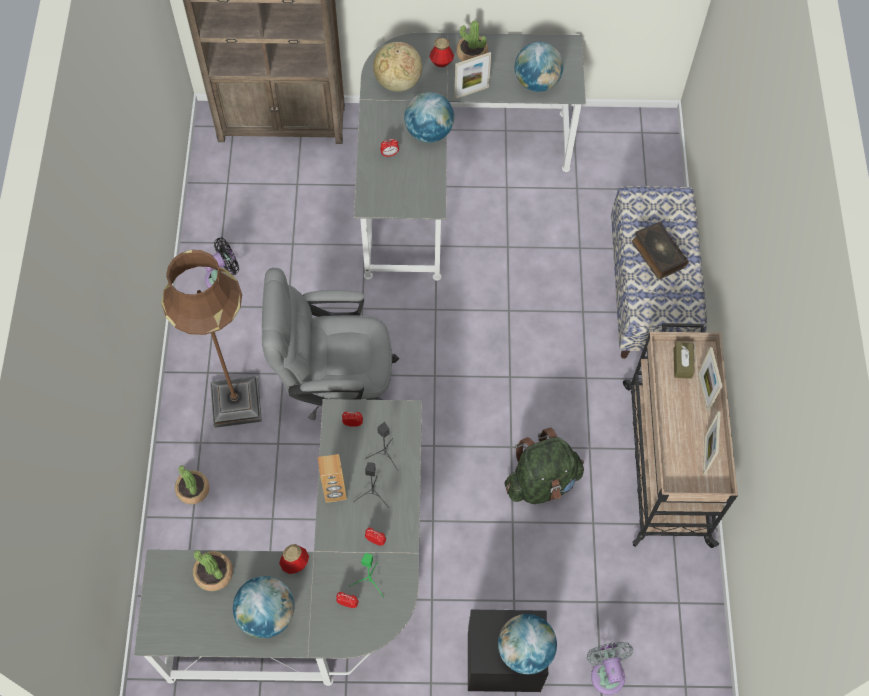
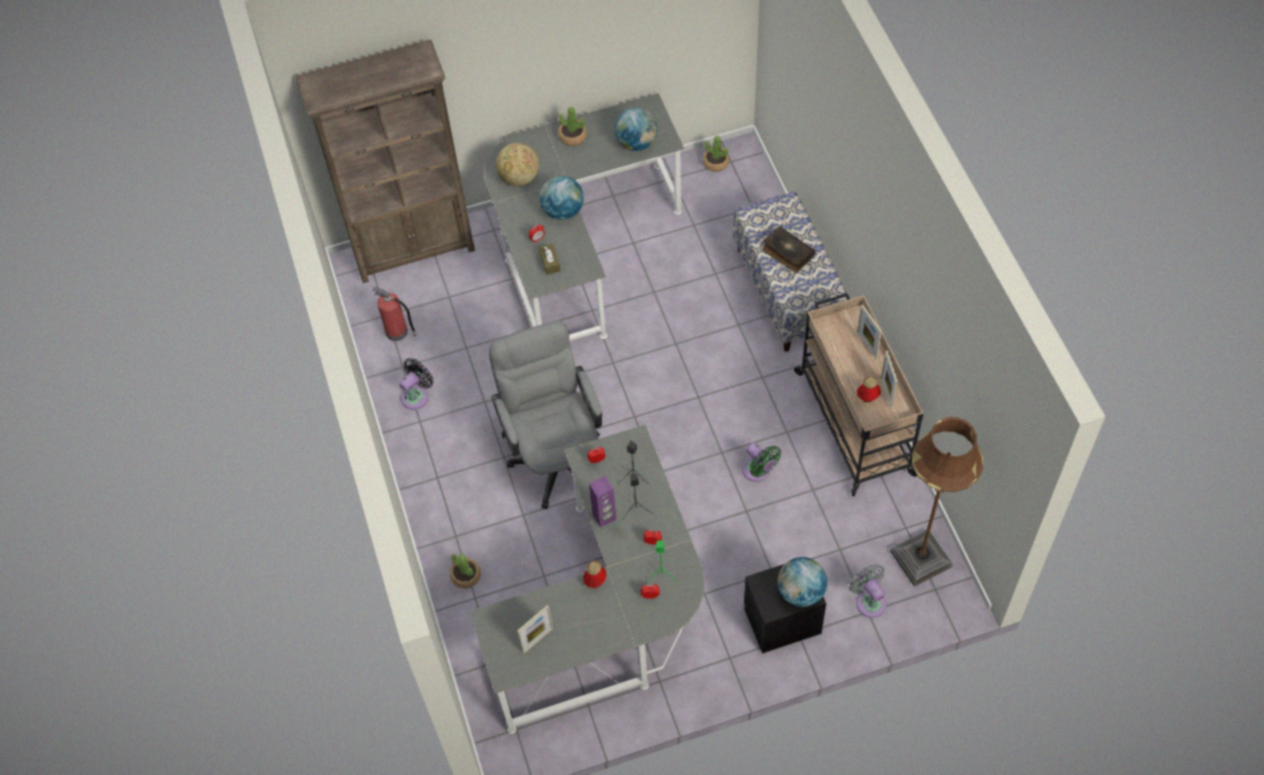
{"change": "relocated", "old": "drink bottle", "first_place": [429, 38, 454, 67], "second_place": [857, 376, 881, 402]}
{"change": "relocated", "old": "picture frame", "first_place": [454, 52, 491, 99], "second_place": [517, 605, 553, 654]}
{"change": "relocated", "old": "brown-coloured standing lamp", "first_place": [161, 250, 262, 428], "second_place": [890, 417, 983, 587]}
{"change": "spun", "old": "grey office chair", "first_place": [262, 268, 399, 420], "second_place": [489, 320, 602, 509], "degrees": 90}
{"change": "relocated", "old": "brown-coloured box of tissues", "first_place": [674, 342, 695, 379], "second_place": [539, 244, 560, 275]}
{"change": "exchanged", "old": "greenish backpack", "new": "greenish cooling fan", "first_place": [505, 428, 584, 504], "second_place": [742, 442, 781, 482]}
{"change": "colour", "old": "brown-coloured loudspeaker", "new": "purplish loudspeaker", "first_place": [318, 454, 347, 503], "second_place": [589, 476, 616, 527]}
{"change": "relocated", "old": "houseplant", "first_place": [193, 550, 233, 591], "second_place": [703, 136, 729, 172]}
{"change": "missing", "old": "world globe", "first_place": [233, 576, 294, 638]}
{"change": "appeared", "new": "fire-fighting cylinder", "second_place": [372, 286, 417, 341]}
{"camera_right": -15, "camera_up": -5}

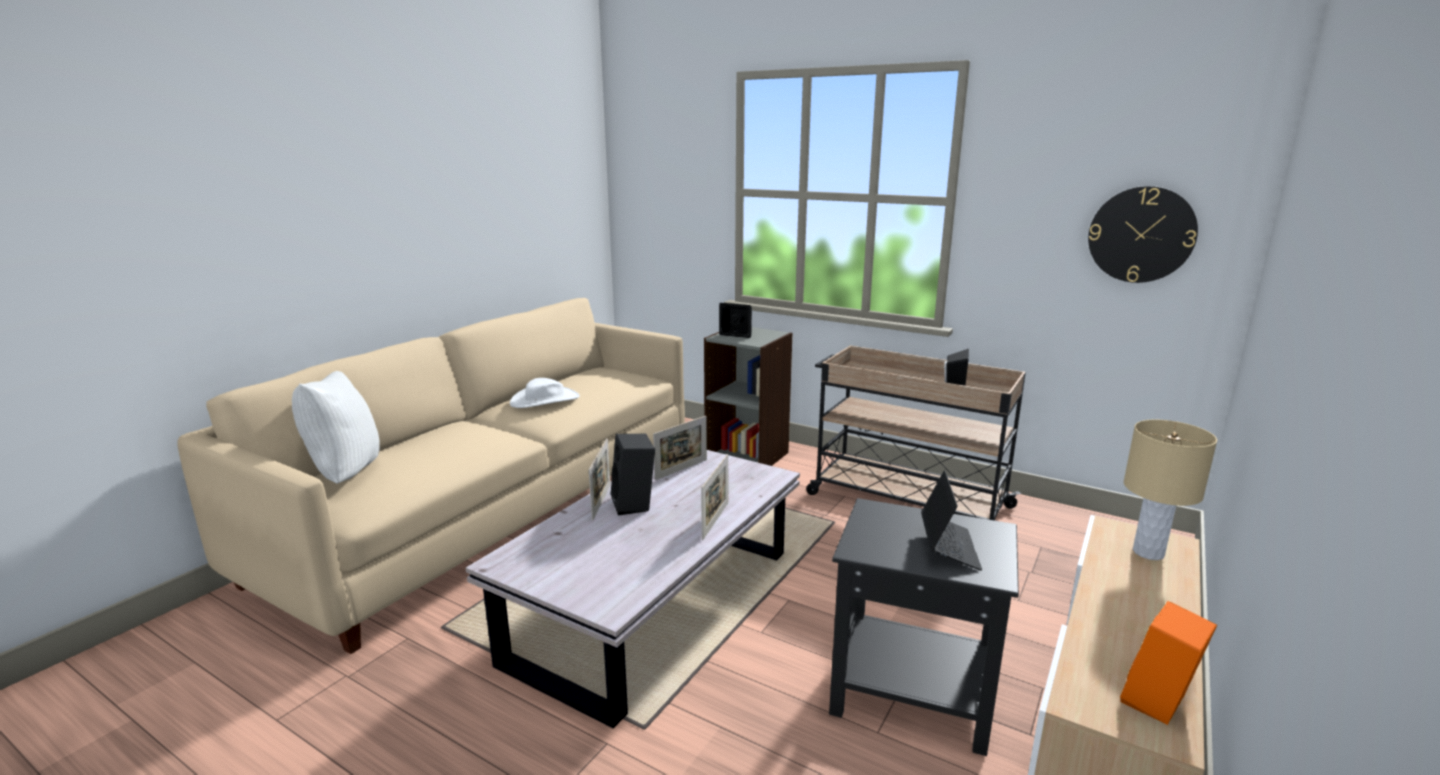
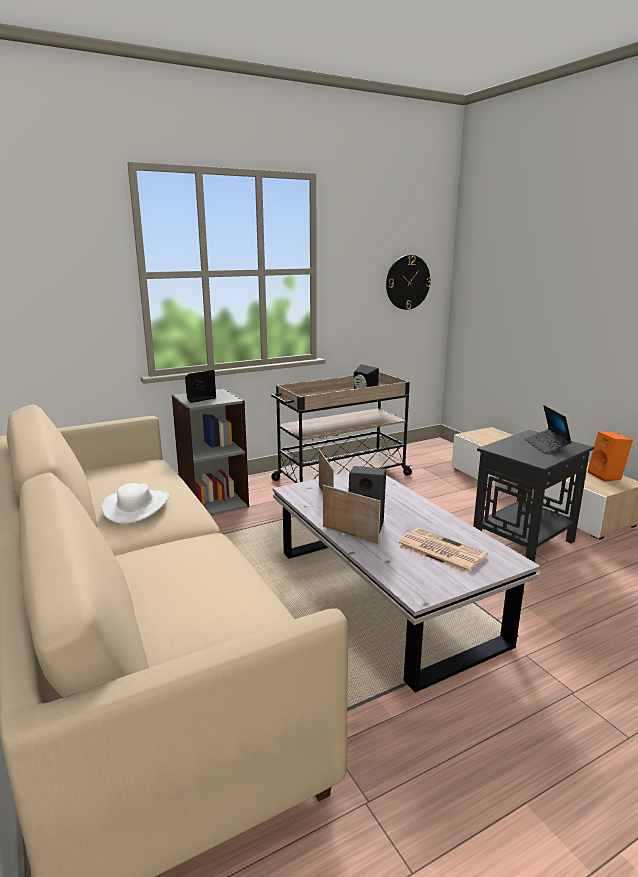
{"change": "missing", "old": "whitish throw pillow", "first_place": [292, 371, 380, 484]}
{"change": "missing", "old": "sand-coloured lamp for a table", "first_place": [1124, 420, 1217, 560]}
{"change": "missing", "old": "picture frame", "first_place": [701, 454, 728, 540]}
{"change": "spun", "old": "laptop", "first_place": [921, 470, 982, 571], "second_place": [524, 405, 572, 454], "degrees": -135}
{"change": "appeared", "new": "printed paper", "second_place": [397, 528, 488, 574]}
{"camera_right": -60, "camera_up": 0}

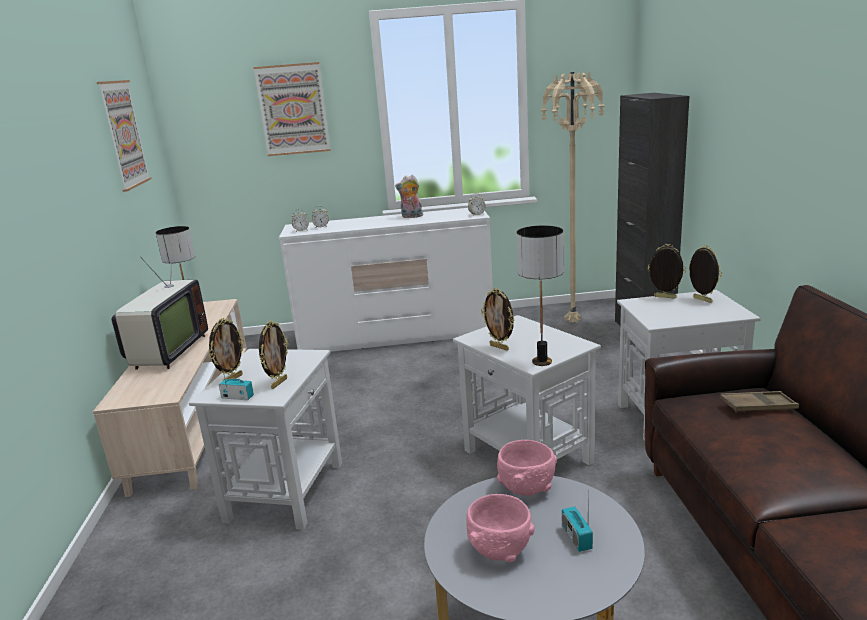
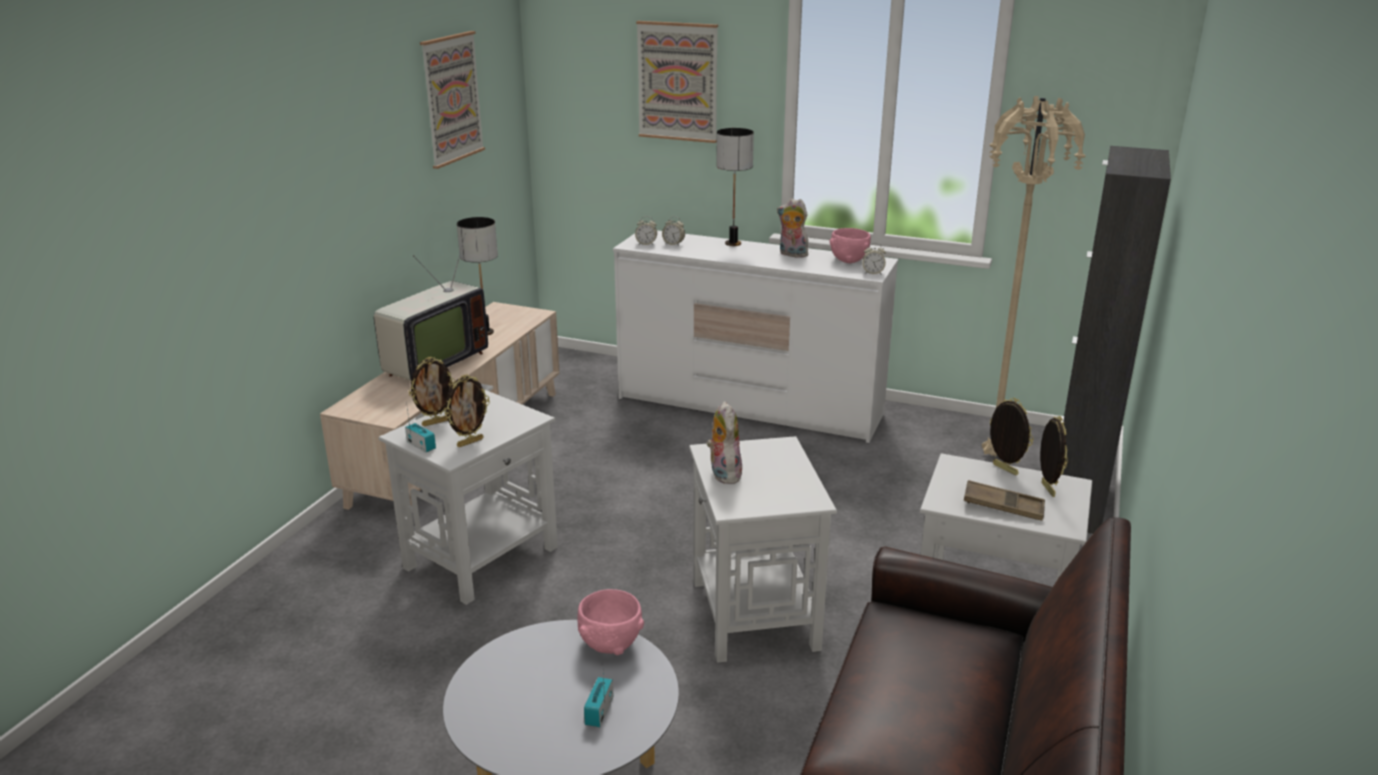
{"change": "relocated", "old": "lamp for a table", "first_place": [517, 226, 564, 366], "second_place": [716, 128, 754, 246]}
{"change": "exchanged", "old": "picture frame", "new": "soft toy", "first_place": [481, 288, 515, 350], "second_place": [706, 401, 742, 484]}
{"change": "relocated", "old": "brown-coloured serving tray", "first_place": [720, 391, 799, 413], "second_place": [964, 480, 1045, 521]}
{"change": "relocated", "old": "pinkish bowl", "first_place": [466, 494, 535, 563], "second_place": [829, 228, 871, 263]}
{"camera_right": 25, "camera_up": 5}

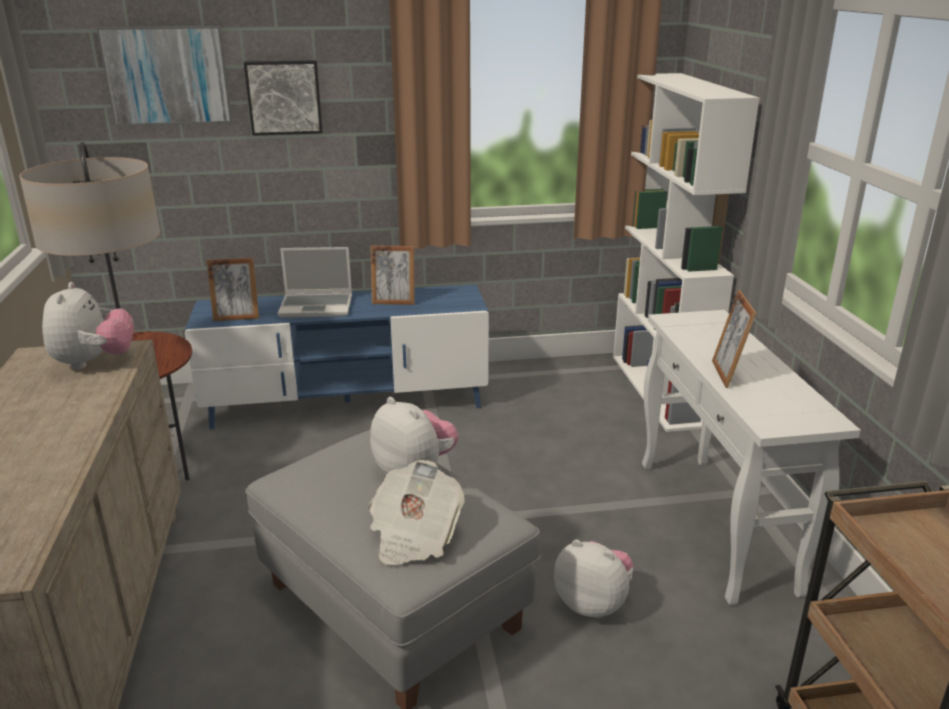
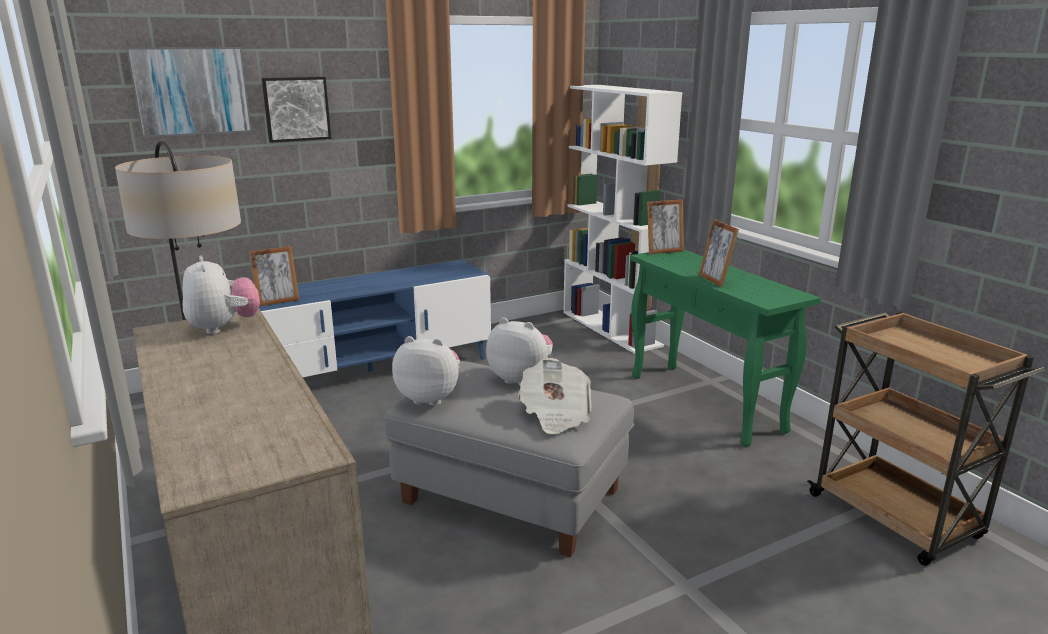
{"change": "relocated", "old": "picture frame", "first_place": [371, 245, 415, 305], "second_place": [647, 199, 684, 254]}
{"change": "missing", "old": "laptop", "first_place": [277, 247, 352, 318]}
{"change": "colour", "old": "whitish console table", "new": "greenish console table", "first_place": [642, 310, 861, 606], "second_place": [630, 250, 821, 447]}
{"change": "relocated", "old": "soft toy", "first_place": [554, 540, 633, 618], "second_place": [392, 336, 460, 406]}
{"camera_right": -20, "camera_up": -5}

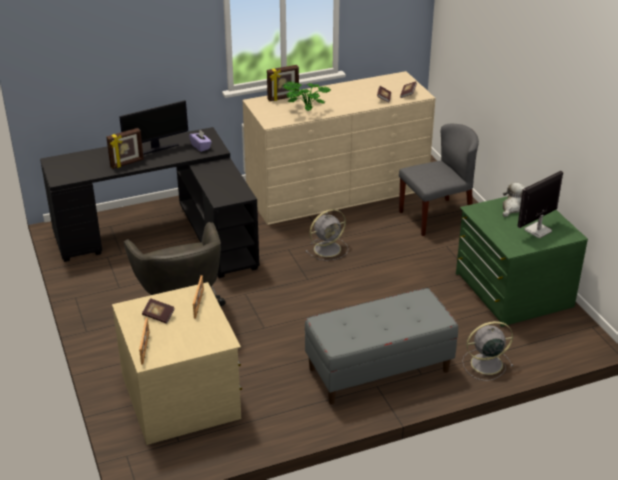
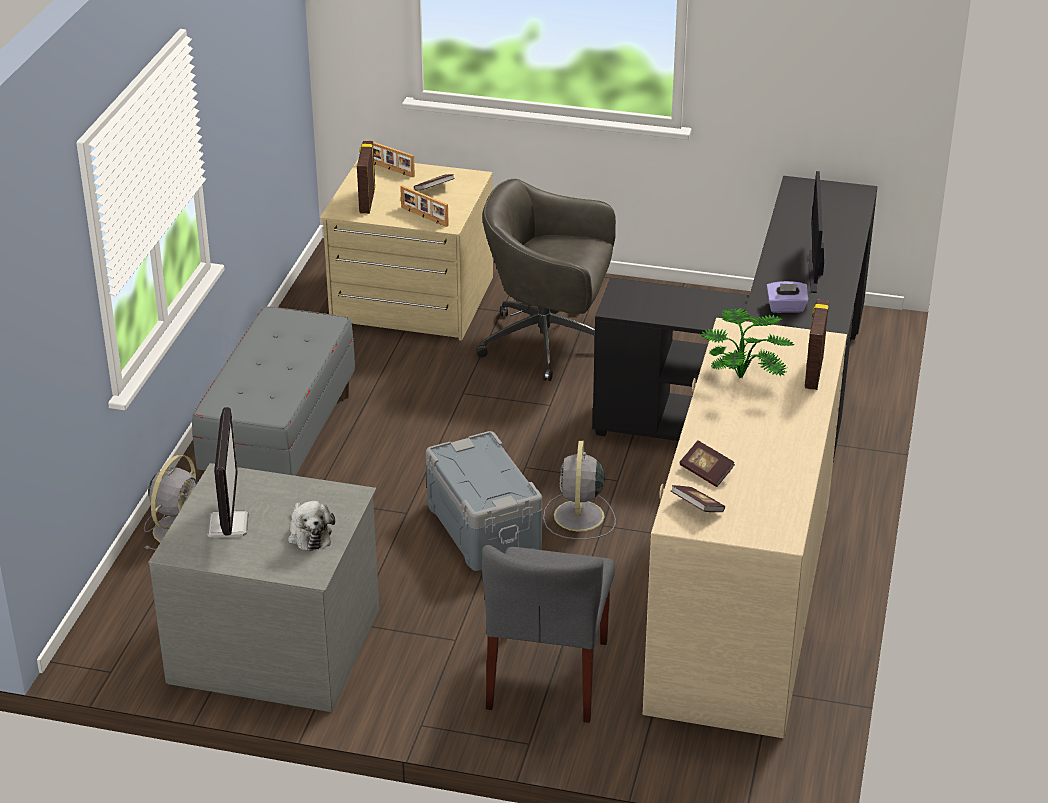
{"change": "relocated", "old": "picture frame", "first_place": [106, 128, 144, 169], "second_place": [357, 141, 375, 214]}
{"change": "colour", "old": "greenish dresser", "new": "grey dresser", "first_place": [456, 196, 588, 327], "second_place": [149, 463, 379, 712]}
{"change": "appeared", "new": "grey storage container", "second_place": [426, 431, 542, 571]}
{"camera_right": 125, "camera_up": 0}

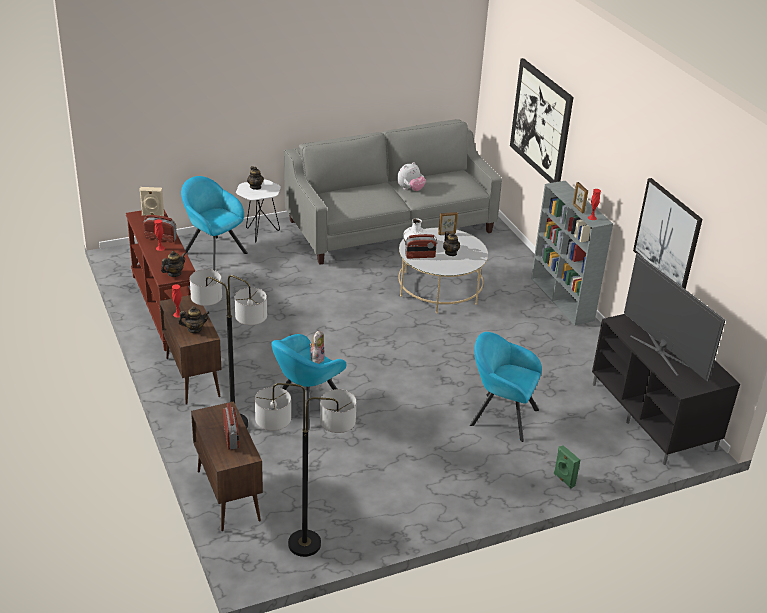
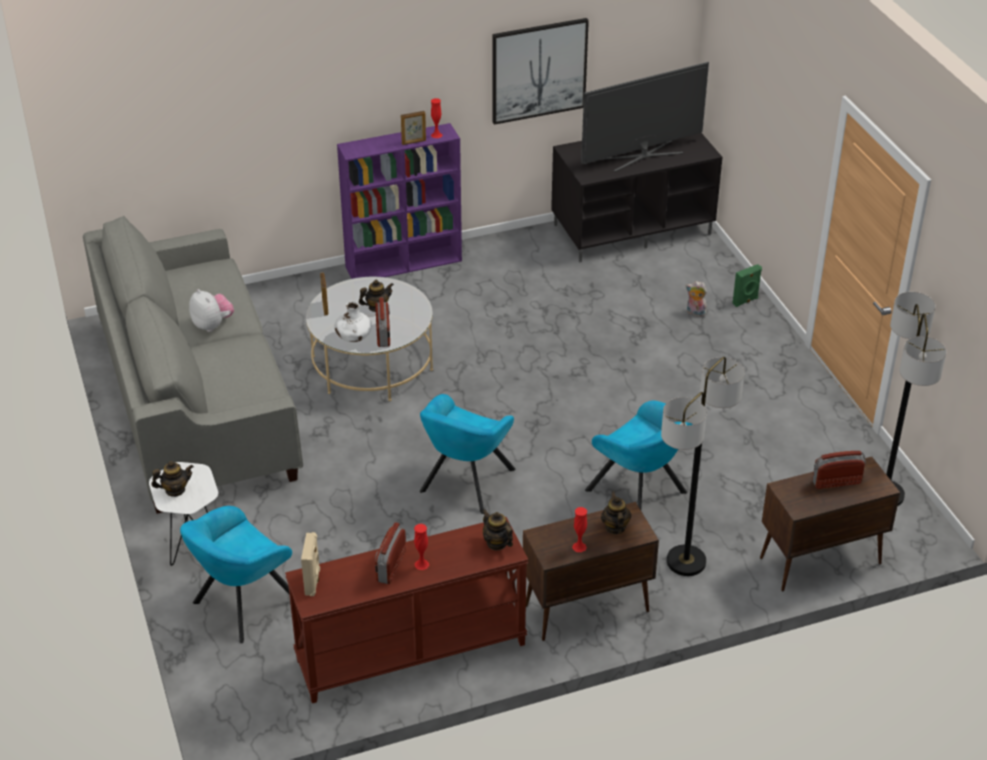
{"change": "missing", "old": "wall picture", "first_place": [510, 58, 573, 183]}
{"change": "colour", "old": "grey bookshelf", "new": "purplish bookshelf", "first_place": [531, 181, 613, 325], "second_place": [337, 123, 462, 279]}
{"change": "relocated", "old": "soft toy", "first_place": [310, 330, 325, 364], "second_place": [686, 281, 707, 317]}
{"change": "relocated", "old": "blue-green lounge chair", "first_place": [470, 332, 542, 442], "second_place": [420, 394, 516, 514]}
{"camera_right": -85, "camera_up": 5}

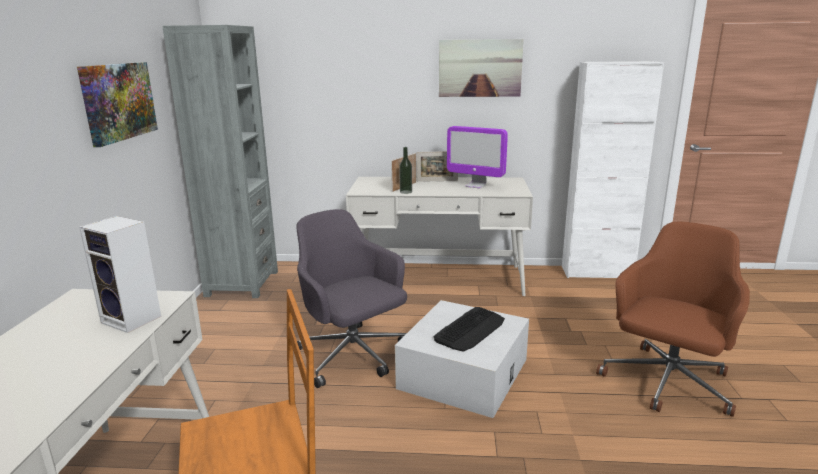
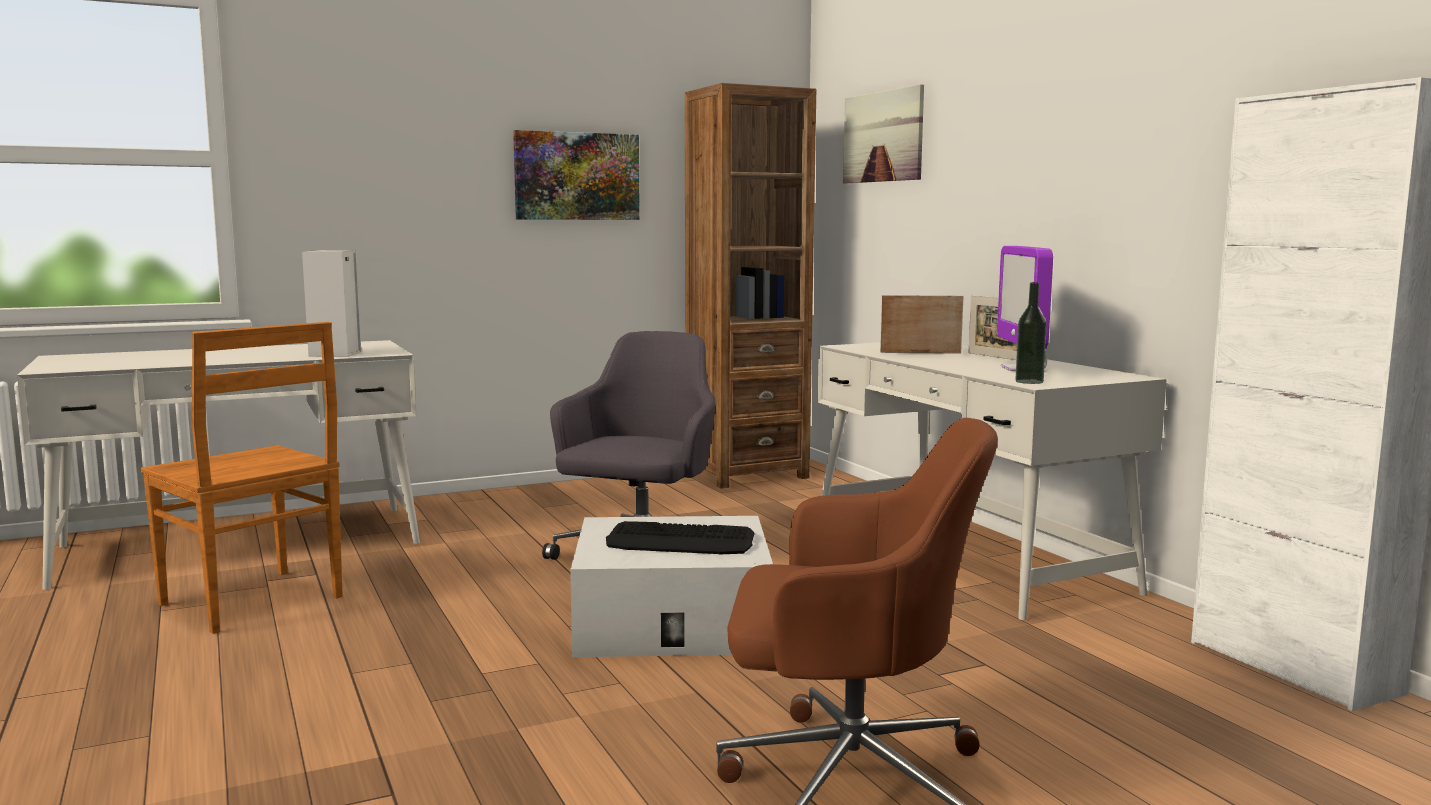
{"change": "colour", "old": "grey bookshelf", "new": "brown-coloured bookshelf", "first_place": [162, 25, 278, 298], "second_place": [685, 83, 816, 488]}
{"change": "relocated", "old": "wall picture", "first_place": [439, 39, 524, 97], "second_place": [843, 84, 924, 183]}
{"change": "relocated", "old": "drink bottle", "first_place": [399, 147, 412, 194], "second_place": [1015, 282, 1047, 384]}
{"camera_right": 60, "camera_up": -10}

